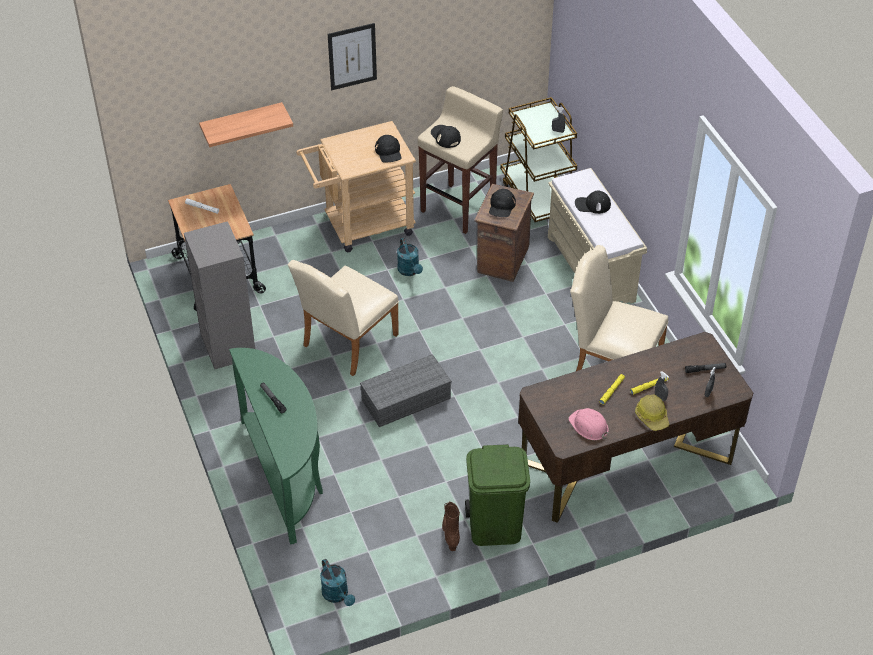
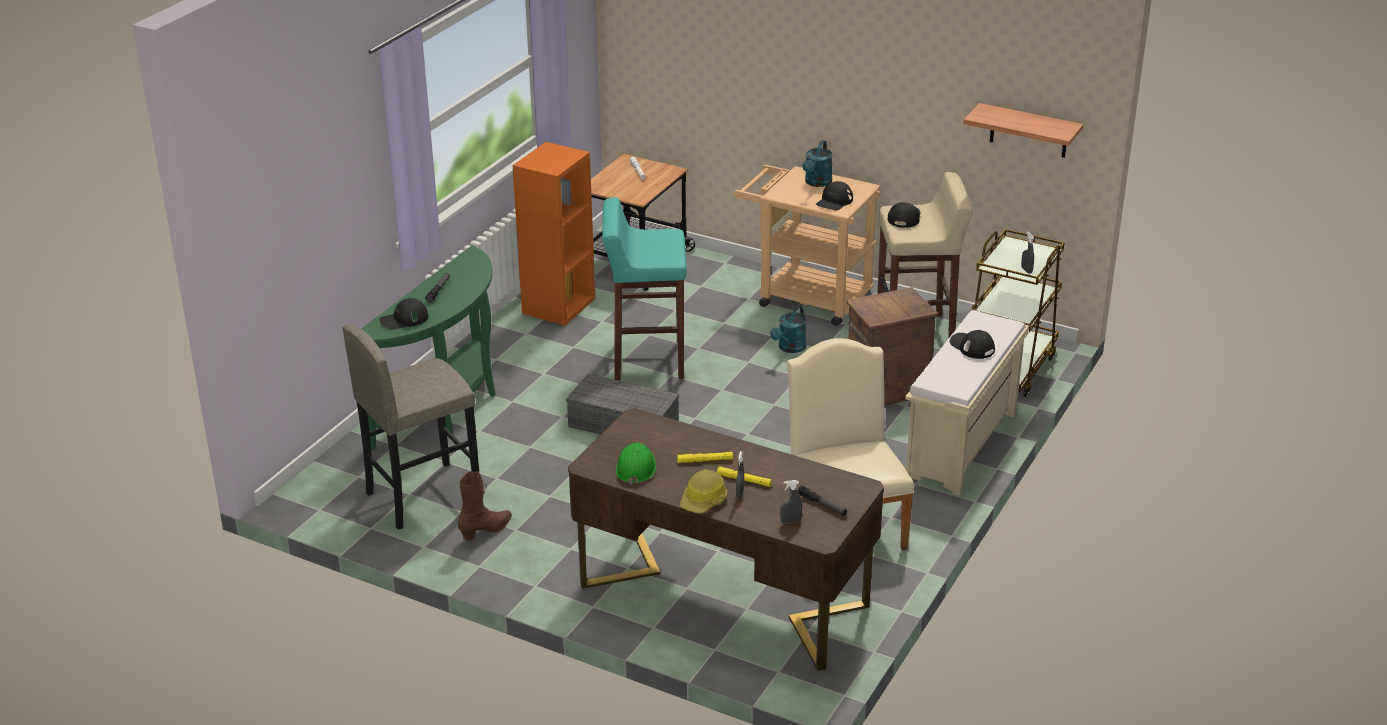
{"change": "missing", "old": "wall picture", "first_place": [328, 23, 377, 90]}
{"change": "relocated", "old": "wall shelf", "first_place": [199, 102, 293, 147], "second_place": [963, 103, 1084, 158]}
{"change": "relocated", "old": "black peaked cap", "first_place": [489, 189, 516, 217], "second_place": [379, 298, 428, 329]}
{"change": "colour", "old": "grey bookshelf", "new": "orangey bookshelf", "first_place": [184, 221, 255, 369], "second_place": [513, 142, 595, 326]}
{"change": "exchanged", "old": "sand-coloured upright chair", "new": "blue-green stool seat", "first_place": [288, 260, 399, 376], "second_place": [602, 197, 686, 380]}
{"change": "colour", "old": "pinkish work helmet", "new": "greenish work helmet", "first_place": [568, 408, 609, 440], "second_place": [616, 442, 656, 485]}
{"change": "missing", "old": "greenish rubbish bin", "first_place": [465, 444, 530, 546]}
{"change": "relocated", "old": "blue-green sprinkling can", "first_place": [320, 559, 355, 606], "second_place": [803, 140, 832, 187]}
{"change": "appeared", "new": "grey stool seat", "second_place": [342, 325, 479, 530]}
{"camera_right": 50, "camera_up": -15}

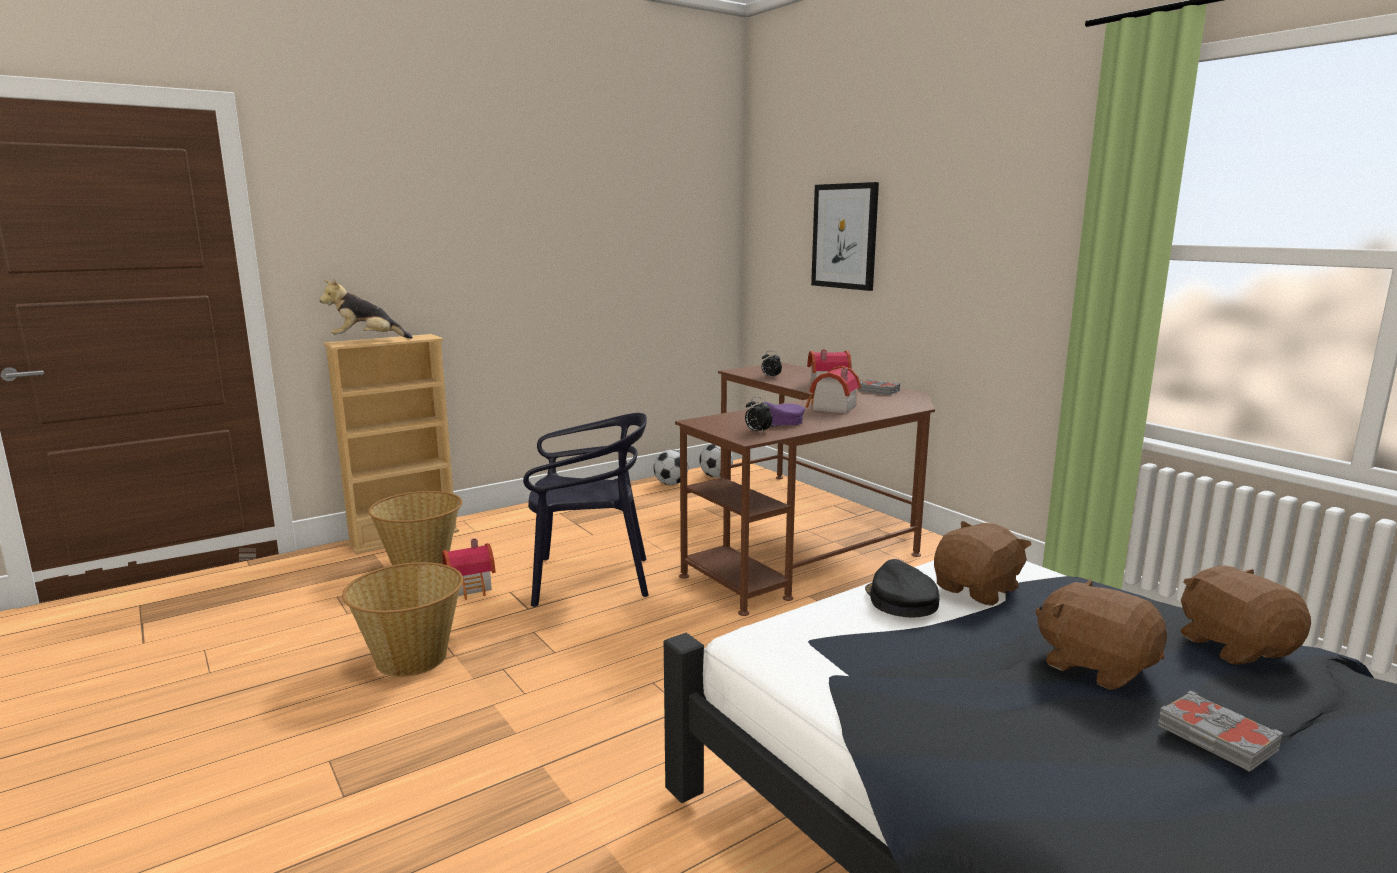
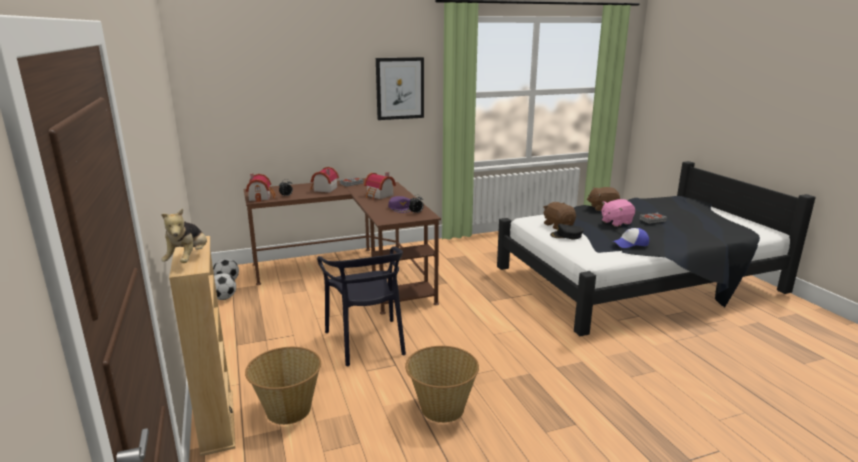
{"change": "relocated", "old": "wall picture", "first_place": [811, 182, 879, 291], "second_place": [376, 57, 424, 120]}
{"change": "spun", "old": "black upright chair", "first_place": [523, 413, 649, 607], "second_place": [317, 246, 406, 366], "degrees": 150}
{"change": "relocated", "old": "toy house", "first_place": [442, 538, 496, 600], "second_place": [246, 174, 276, 202]}
{"change": "colour", "old": "brown-coloured soft toy", "new": "pinkish soft toy", "first_place": [1035, 579, 1167, 690], "second_place": [602, 199, 635, 227]}
{"change": "appeared", "new": "peaked cap", "second_place": [613, 228, 649, 248]}
{"camera_right": -75, "camera_up": 5}

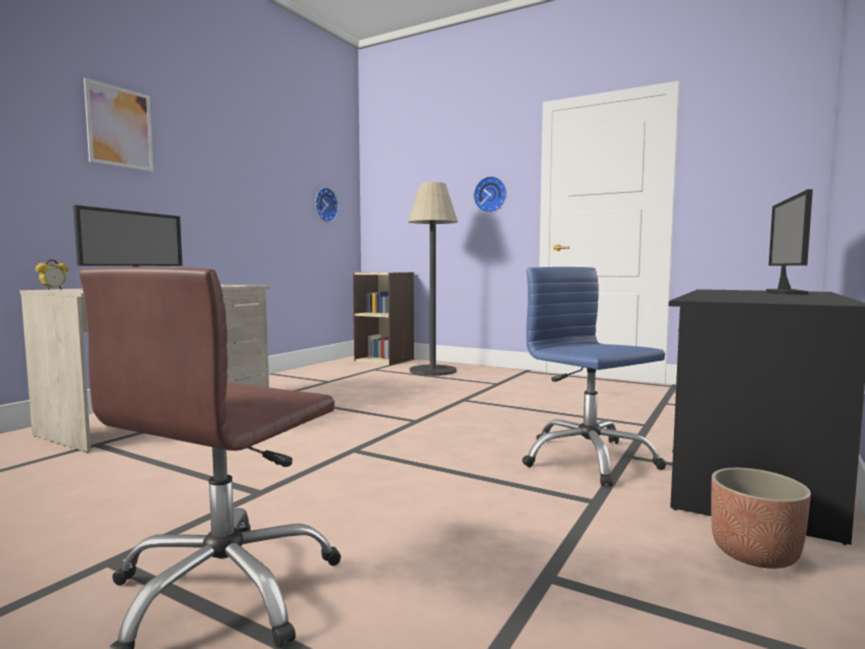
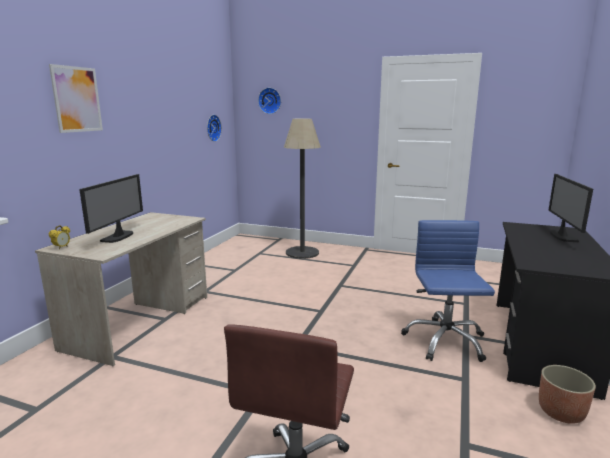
{"change": "relocated", "old": "wall clock", "first_place": [474, 176, 507, 213], "second_place": [258, 88, 281, 114]}
{"change": "spun", "old": "blue office chair", "first_place": [522, 267, 666, 487], "second_place": [401, 220, 495, 362], "degrees": 45}
{"change": "missing", "old": "sand-coloured bookshelf", "first_place": [353, 272, 414, 365]}
{"camera_right": -10, "camera_up": 10}

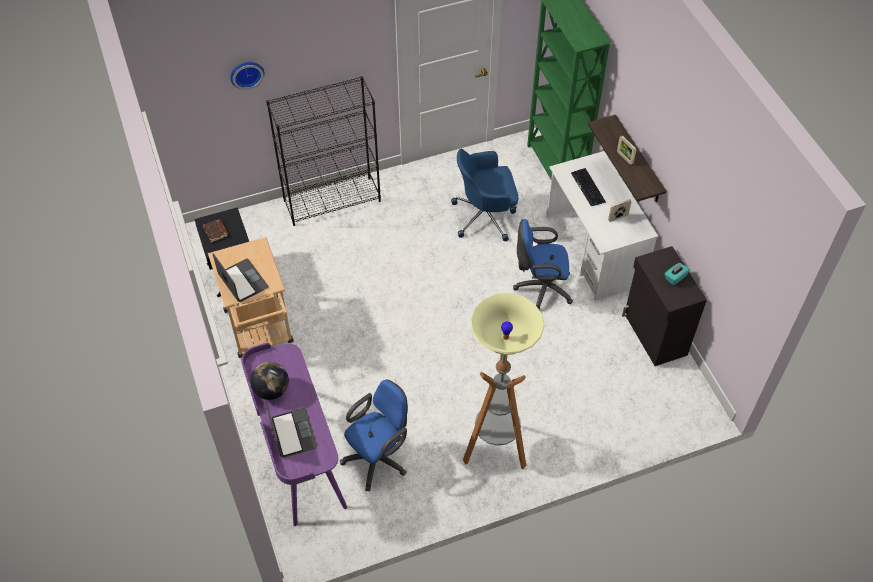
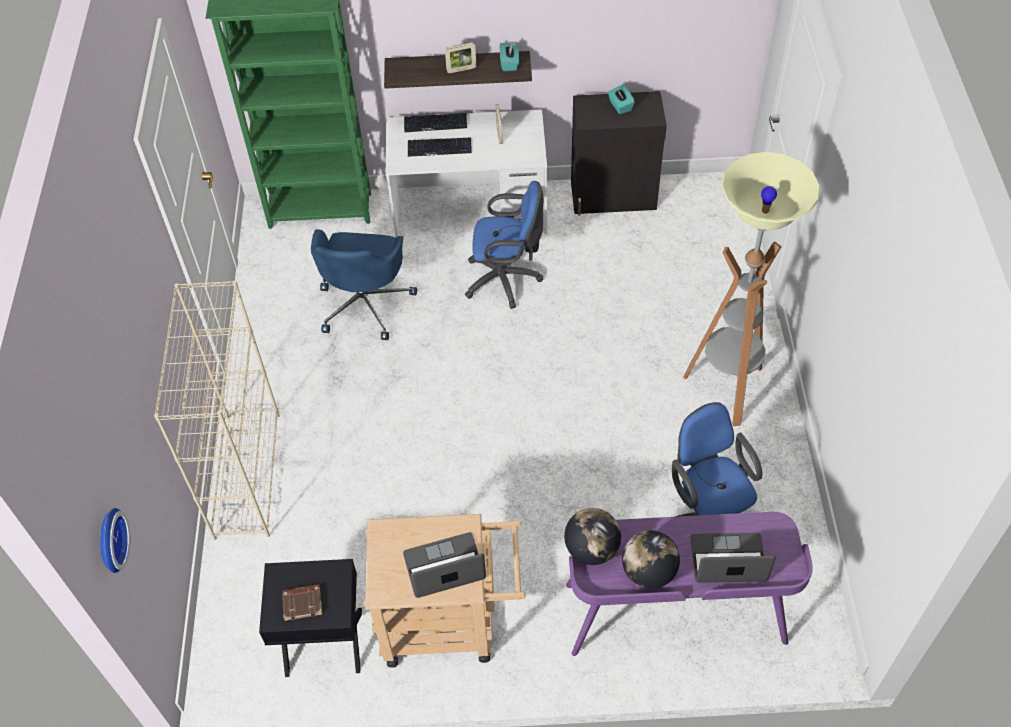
{"change": "relocated", "old": "wall clock", "first_place": [230, 62, 264, 90], "second_place": [100, 508, 130, 573]}
{"change": "colour", "old": "black bookshelf", "new": "sand-coloured bookshelf", "first_place": [266, 76, 381, 226], "second_place": [154, 280, 280, 540]}
{"change": "spun", "old": "blue office chair", "first_place": [513, 219, 573, 310], "second_place": [465, 181, 544, 309], "degrees": -105}
{"change": "appeared", "new": "blue-green box of tissues", "second_place": [500, 43, 519, 71]}
{"change": "appeared", "new": "PC keyboard", "second_place": [404, 113, 467, 132]}
{"change": "appeared", "new": "world globe", "second_place": [564, 508, 621, 565]}
{"camera_right": -70, "camera_up": 0}

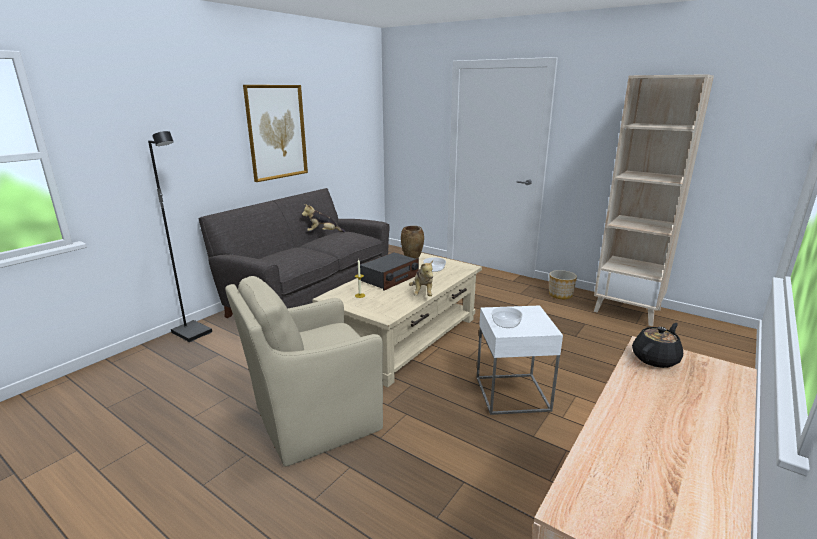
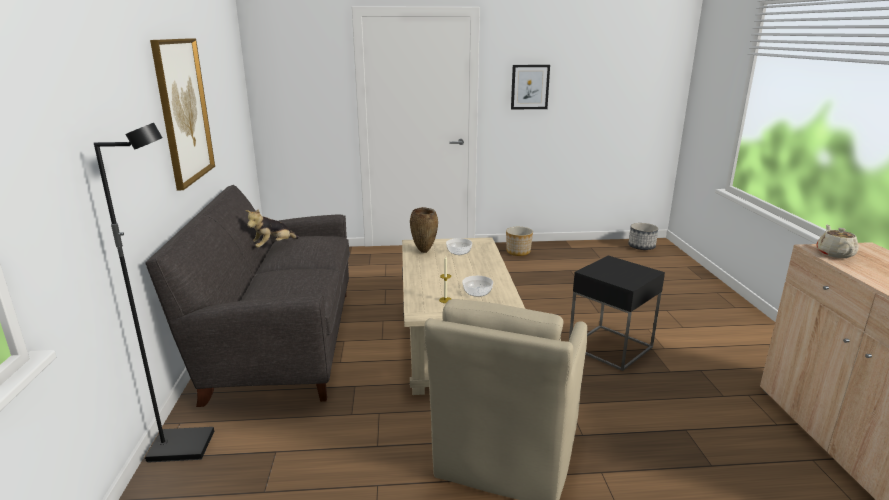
{"change": "missing", "old": "sand-coloured bookshelf", "first_place": [594, 74, 714, 327]}
{"change": "missing", "old": "radio set", "first_place": [360, 252, 419, 291]}
{"change": "missing", "old": "soft toy", "first_place": [409, 260, 433, 296]}
{"change": "colour", "old": "whitish side table", "new": "black side table", "first_place": [477, 305, 563, 415], "second_place": [569, 256, 665, 371]}
{"change": "relocated", "old": "bowl", "first_place": [492, 307, 523, 328], "second_place": [462, 276, 493, 297]}
{"change": "colour", "old": "black pot for tea", "new": "sand-coloured pot for tea", "first_place": [632, 323, 683, 368], "second_place": [816, 224, 859, 258]}
{"change": "appeared", "new": "wall picture", "second_place": [511, 65, 550, 110]}
{"change": "appeared", "new": "plant pot", "second_place": [628, 223, 658, 250]}
{"camera_right": -40, "camera_up": 0}

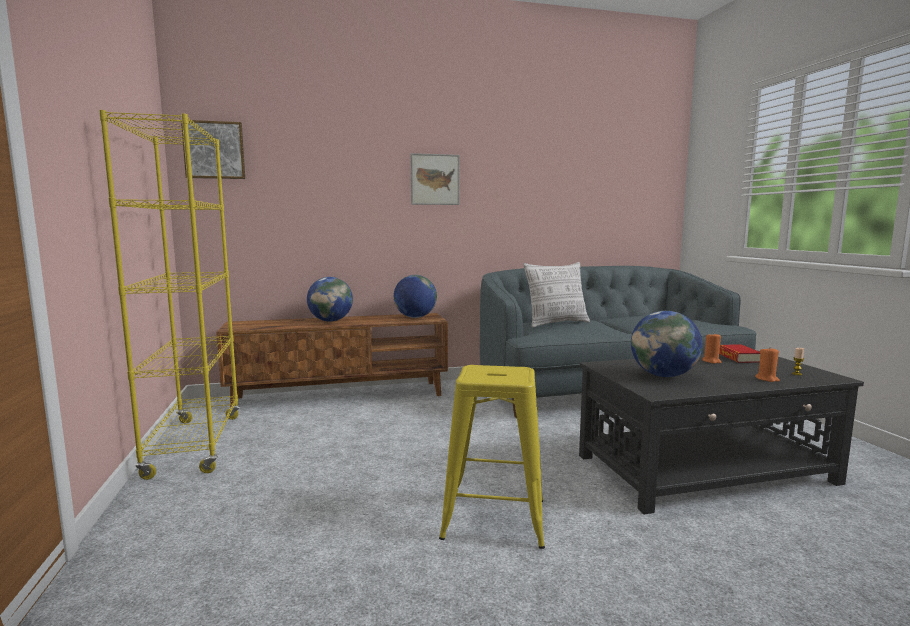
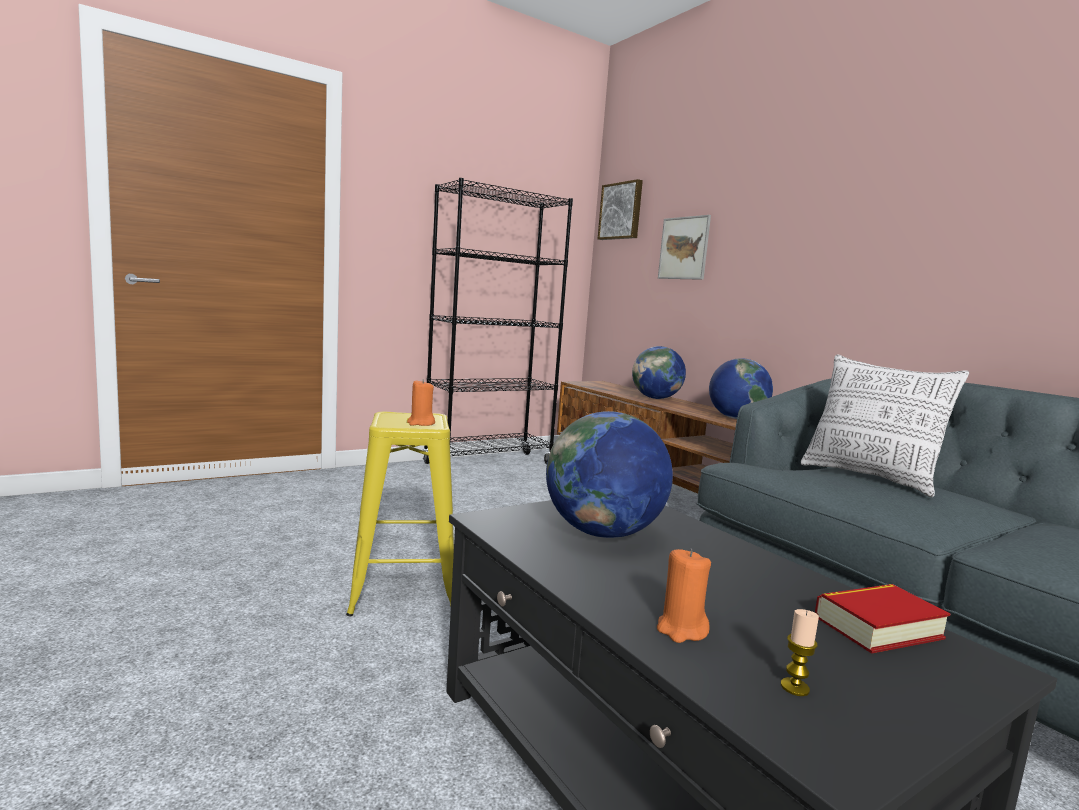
{"change": "colour", "old": "yellowish bookshelf", "new": "black bookshelf", "first_place": [99, 110, 240, 480], "second_place": [423, 178, 573, 464]}
{"change": "relocated", "old": "wall picture", "first_place": [410, 153, 460, 205], "second_place": [658, 215, 711, 280]}
{"change": "relocated", "old": "orangey candle", "first_place": [702, 333, 722, 363], "second_place": [407, 379, 435, 426]}
{"camera_right": 70, "camera_up": 0}

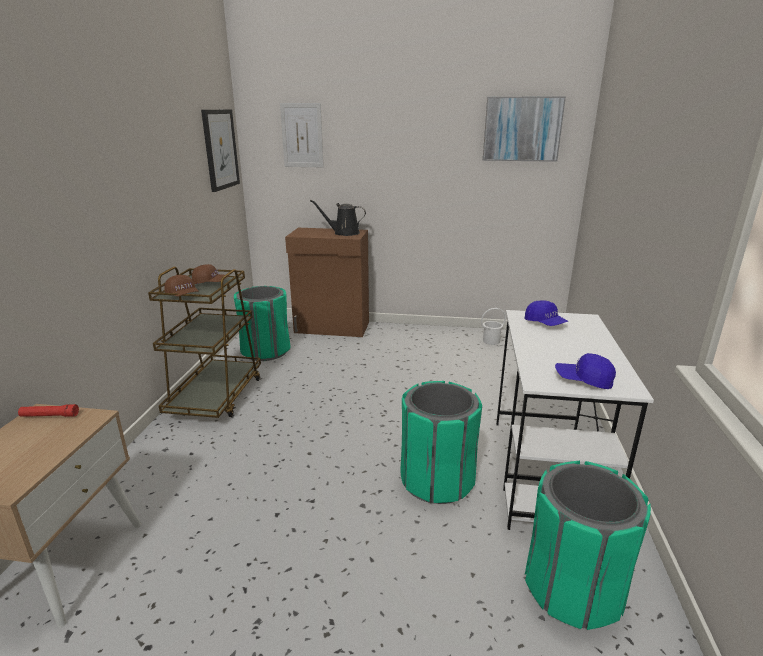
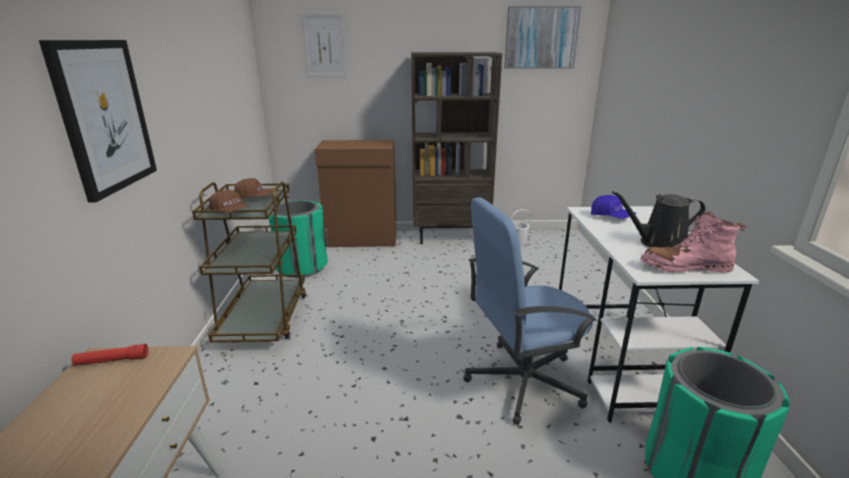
{"change": "relocated", "old": "wall picture", "first_place": [201, 110, 240, 192], "second_place": [39, 40, 157, 203]}
{"change": "relocated", "old": "black sprinkling can", "first_place": [310, 200, 366, 236], "second_place": [612, 191, 706, 248]}
{"change": "exchanged", "old": "blue peaked cap", "new": "pinkish tall boot", "first_place": [555, 353, 616, 389], "second_place": [641, 211, 747, 273]}
{"change": "exchanged", "old": "greenish rubbish bin", "new": "blue office chair", "first_place": [400, 381, 482, 504], "second_place": [463, 197, 597, 425]}
{"change": "appeared", "new": "brown-coloured bookshelf", "second_place": [411, 52, 502, 244]}
{"camera_right": -10, "camera_up": 0}

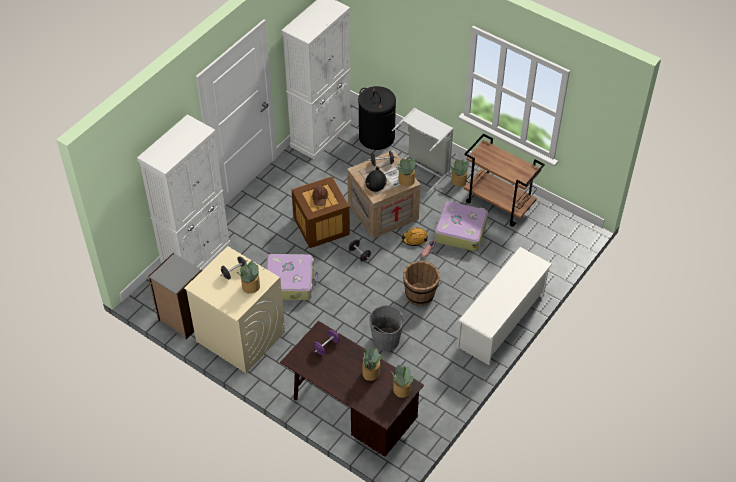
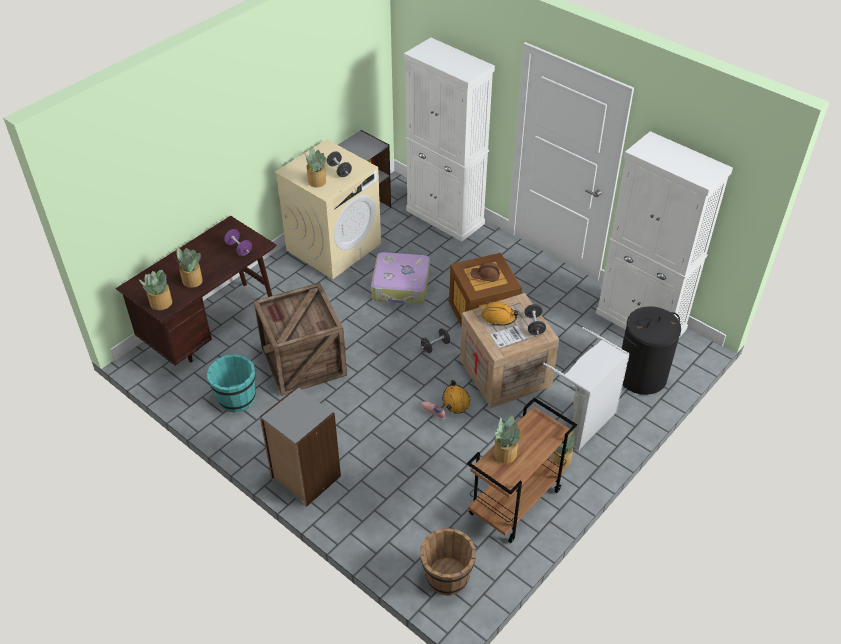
{"change": "relocated", "old": "houseplant", "first_place": [396, 157, 416, 186], "second_place": [494, 416, 520, 464]}
{"change": "colour", "old": "black work helmet", "new": "orangey work helmet", "first_place": [365, 166, 387, 192], "second_place": [482, 302, 519, 326]}
{"change": "missing", "old": "suitcase", "first_place": [435, 201, 488, 251]}
{"change": "exchanged", "old": "whitish shoe stand", "new": "grey bookshelf", "first_place": [457, 247, 552, 365], "second_place": [260, 386, 341, 507]}
{"change": "relocated", "old": "brown-coloured pail", "first_place": [403, 261, 440, 306], "second_place": [420, 528, 476, 596]}
{"change": "exchanged", "old": "grey pail", "new": "crate", "first_place": [369, 305, 404, 351], "second_place": [254, 283, 347, 396]}
{"change": "appeared", "new": "blue-green pail", "second_place": [207, 354, 256, 413]}
{"camera_right": 95, "camera_up": -5}

